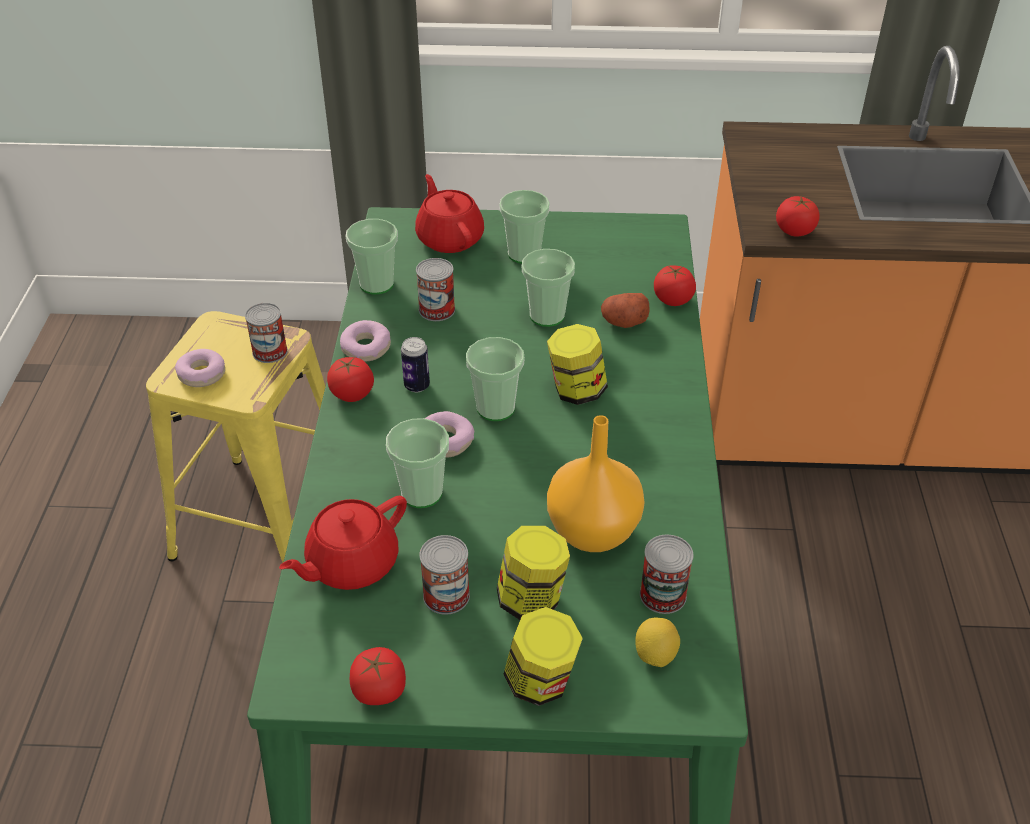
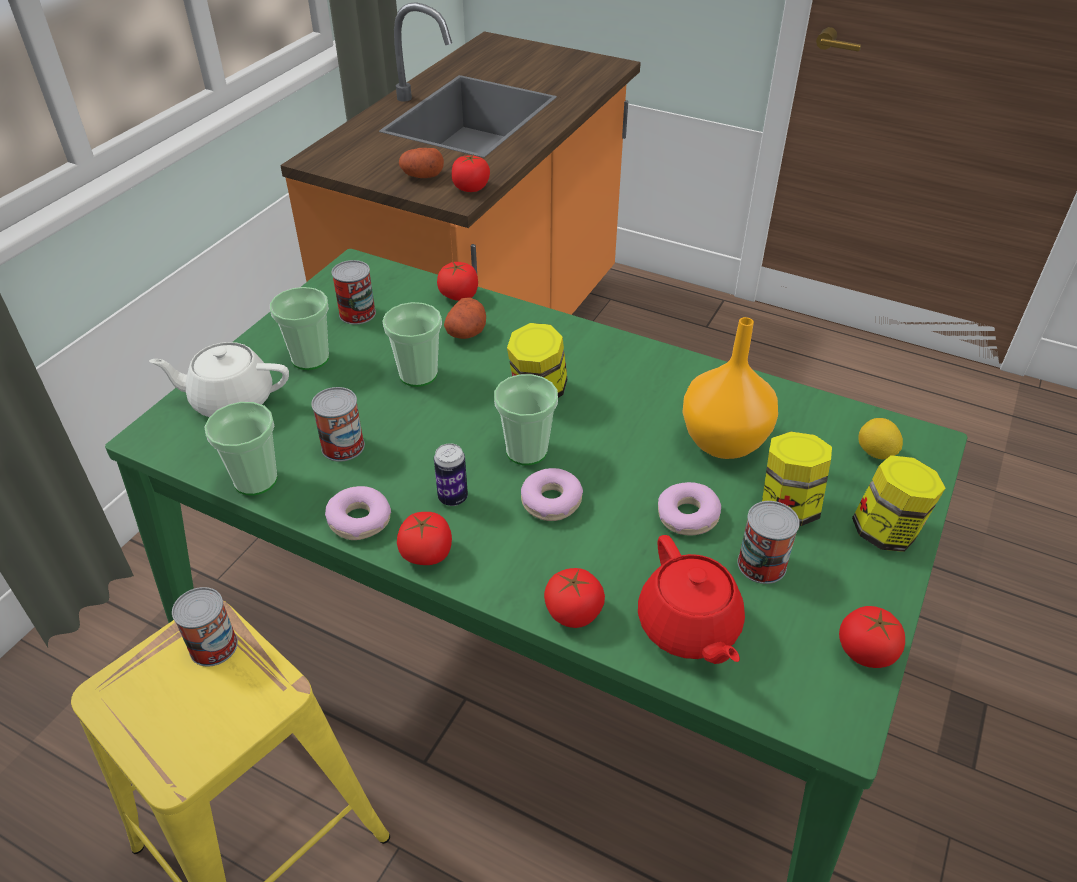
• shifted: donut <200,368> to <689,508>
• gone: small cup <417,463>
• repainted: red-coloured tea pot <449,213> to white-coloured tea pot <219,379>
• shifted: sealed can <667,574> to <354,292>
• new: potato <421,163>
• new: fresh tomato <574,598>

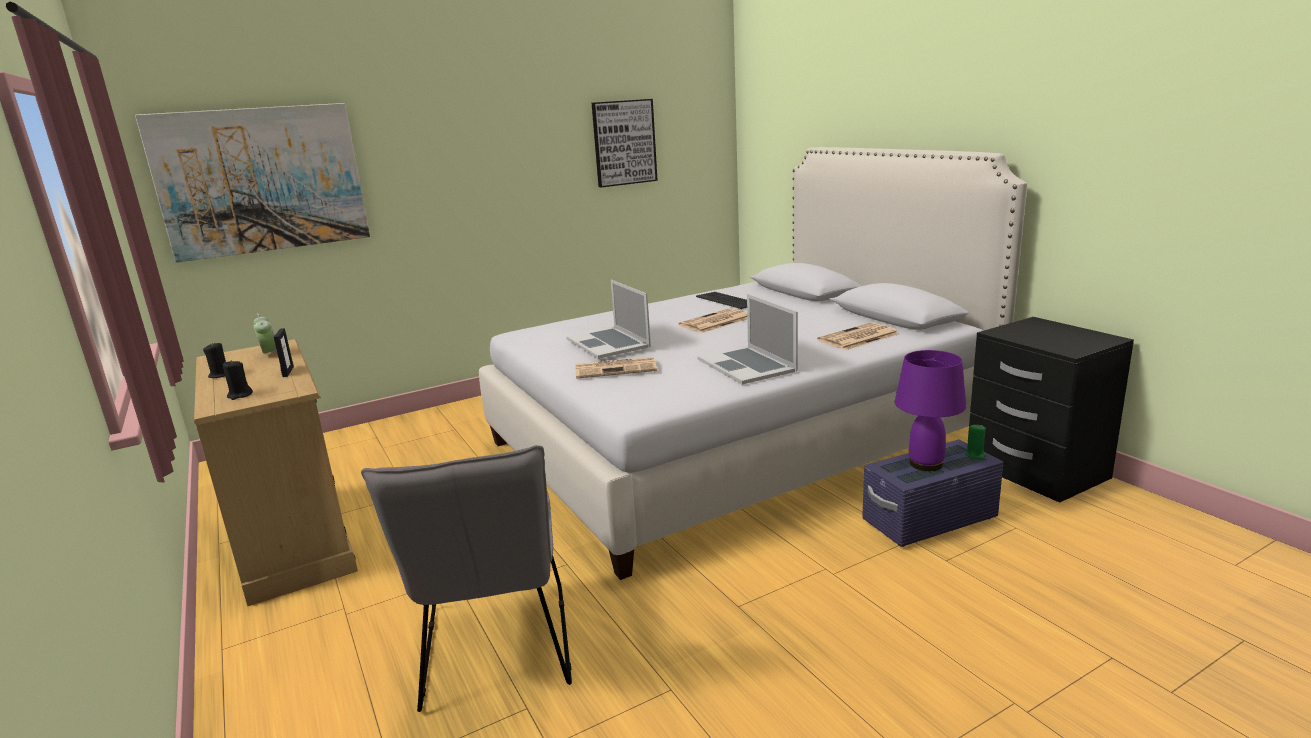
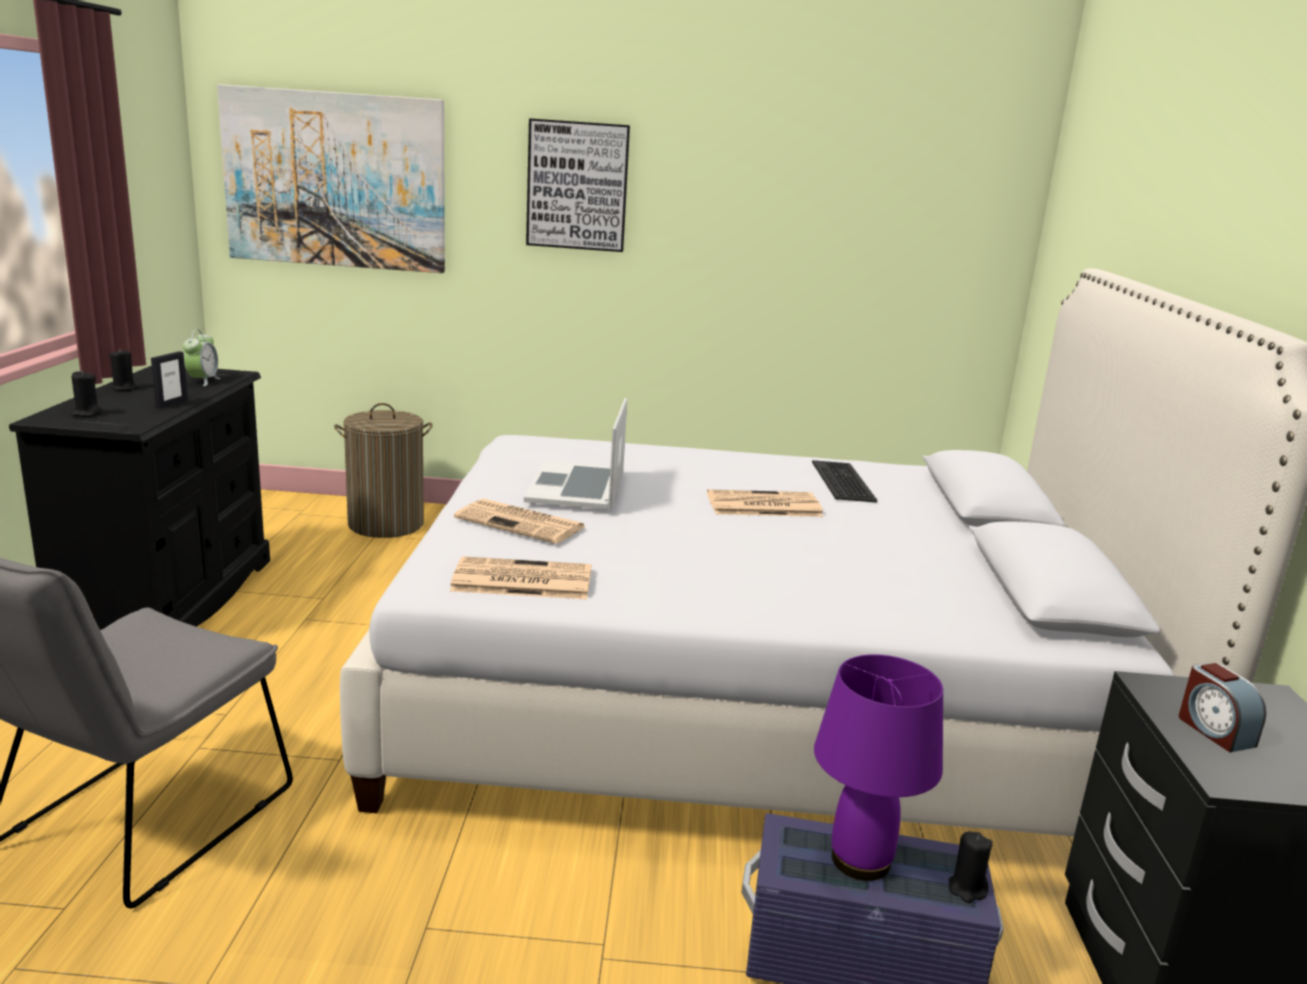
• repainted: sand-coloured dresser <276,472> to black-coloured dresser <139,498>
• shifted: wall picture <625,143> to <578,185>
• gone: laptop <748,339>
• shifted: daily paper <857,336> to <521,577>
• repainted: green candle <975,442> to black-coloured candle <971,867>
• new: hamper <383,470>
• new: table clock <1222,707>

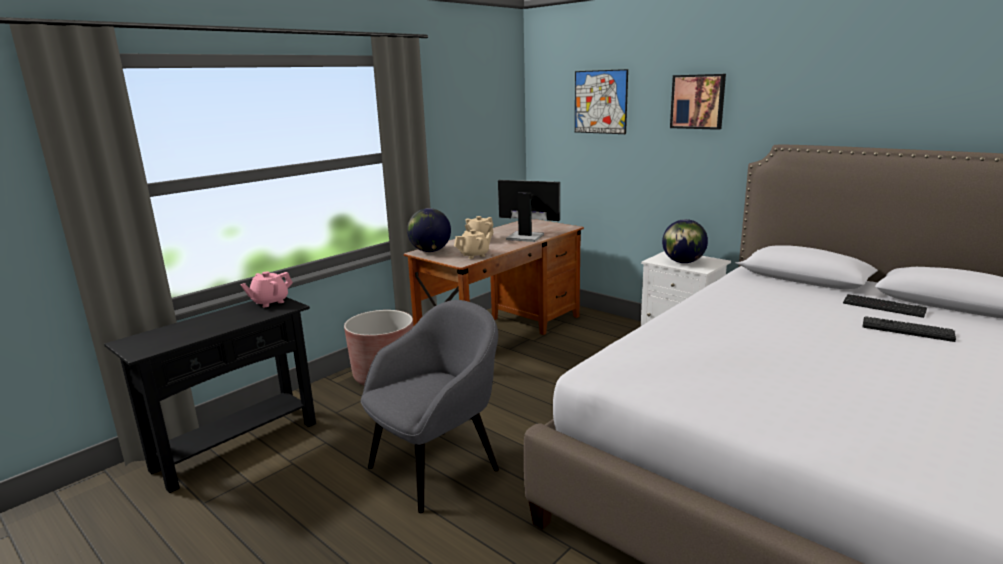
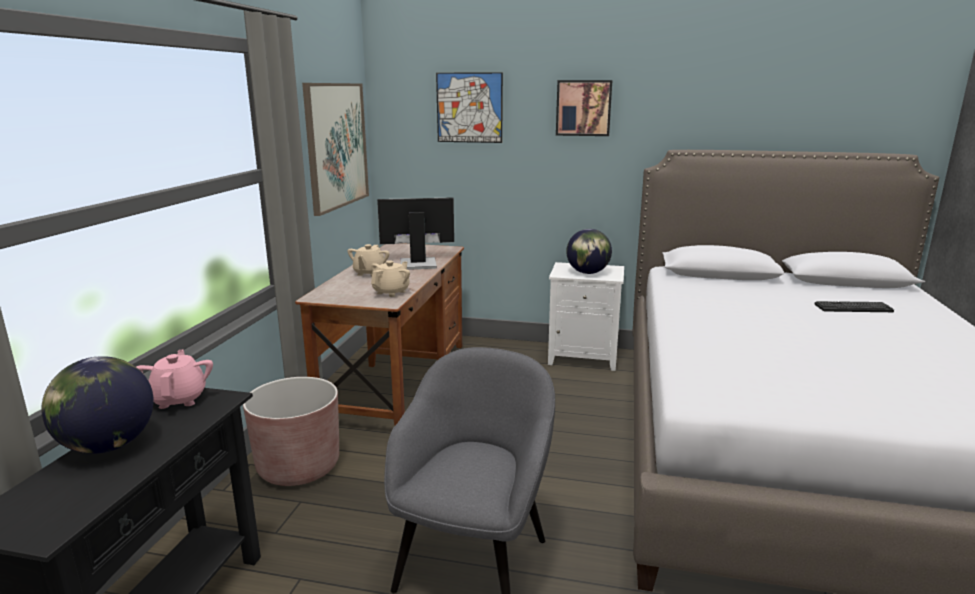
• rotated: pink tea pot <266,289> = <174,379> 150 degrees clockwise
• shifted: desk globe <429,230> to <97,405>
• gone: computer keyboard <885,306>
• new: wall picture <335,149>

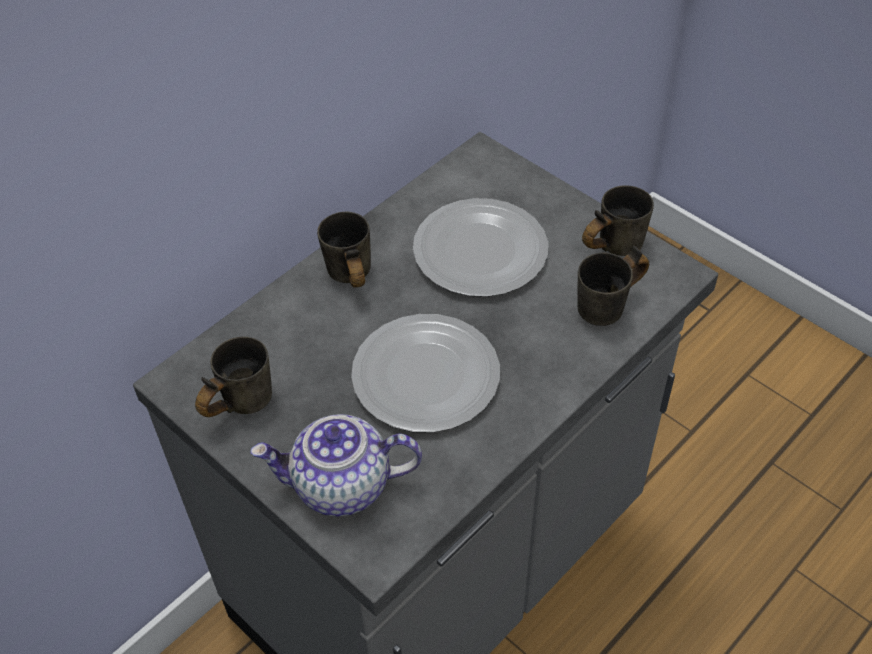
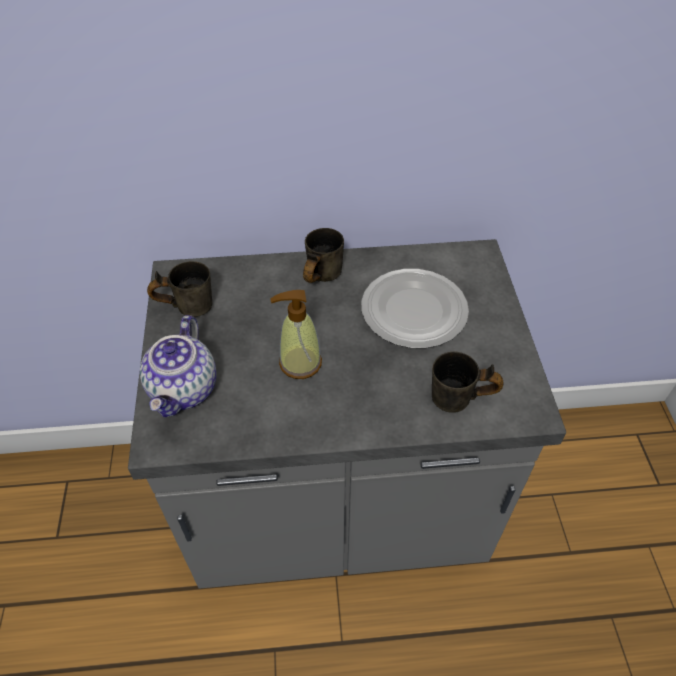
• rotated: tea pot <336,465> = <178,366> 120 degrees counterclockwise
• swapped: plate <425,373> to soap dispenser <296,334>
• gone: greyish mug <618,221>

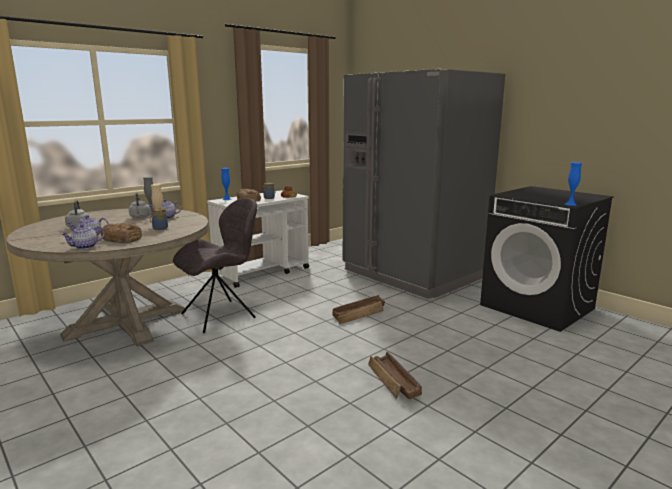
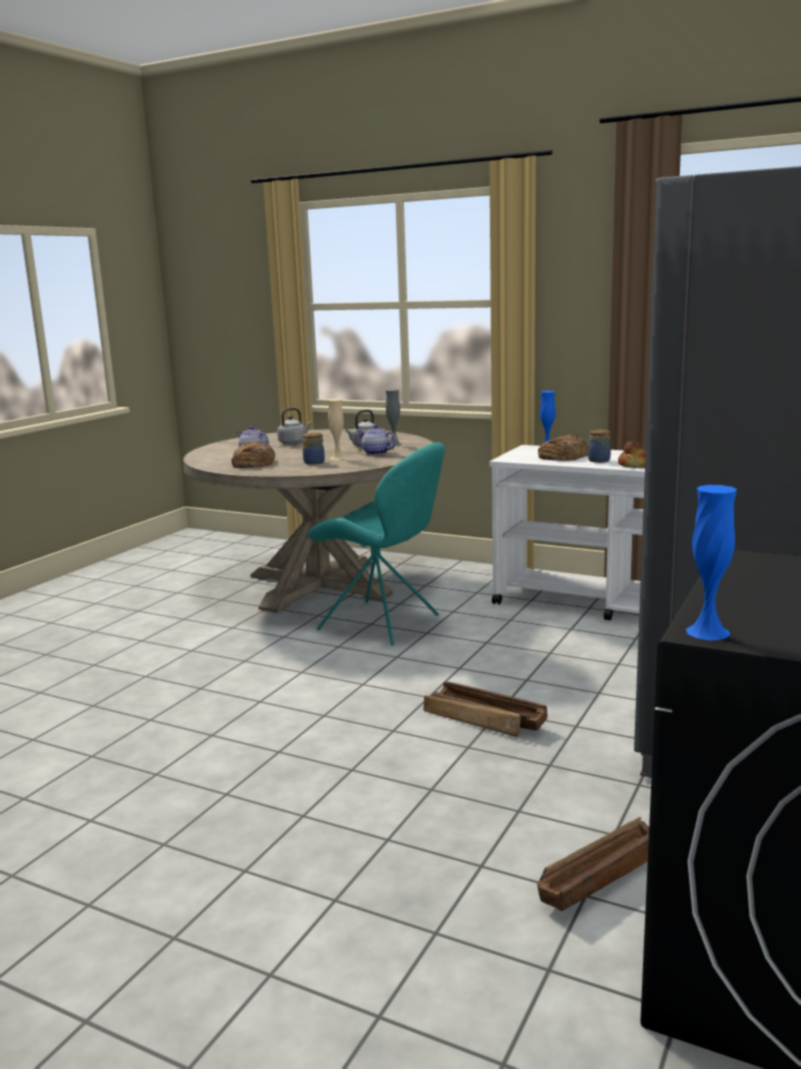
• gone: tea pot <83,236>
• repainted: greyish chair <215,265> to blue-green chair <376,544>
• shifted: packing crate <395,375> to <593,864>

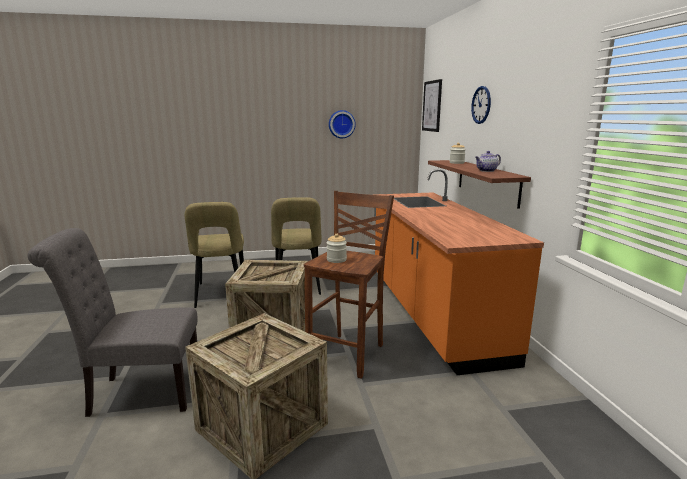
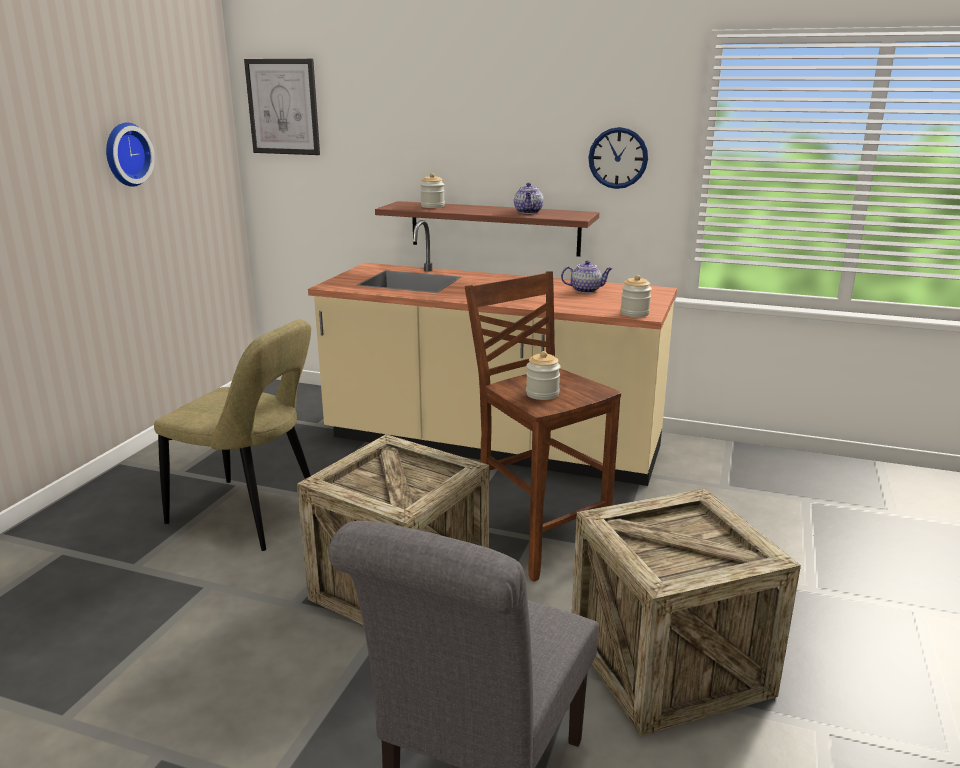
• gone: sand-coloured chair <214,255>
• repainted: orange counter <459,272> to sand-coloured counter <492,353>
• shifted: clock on the wall <481,105> to <618,158>
• new: tea pot <586,277>
• new: jar <636,296>

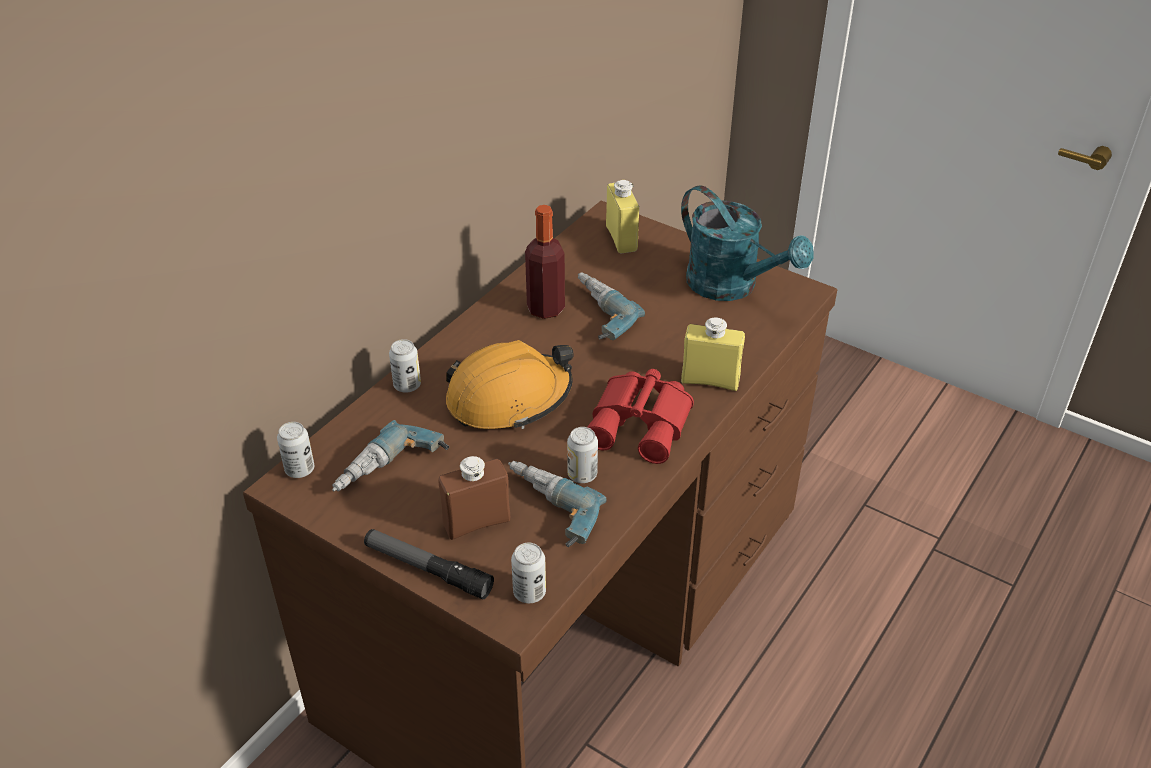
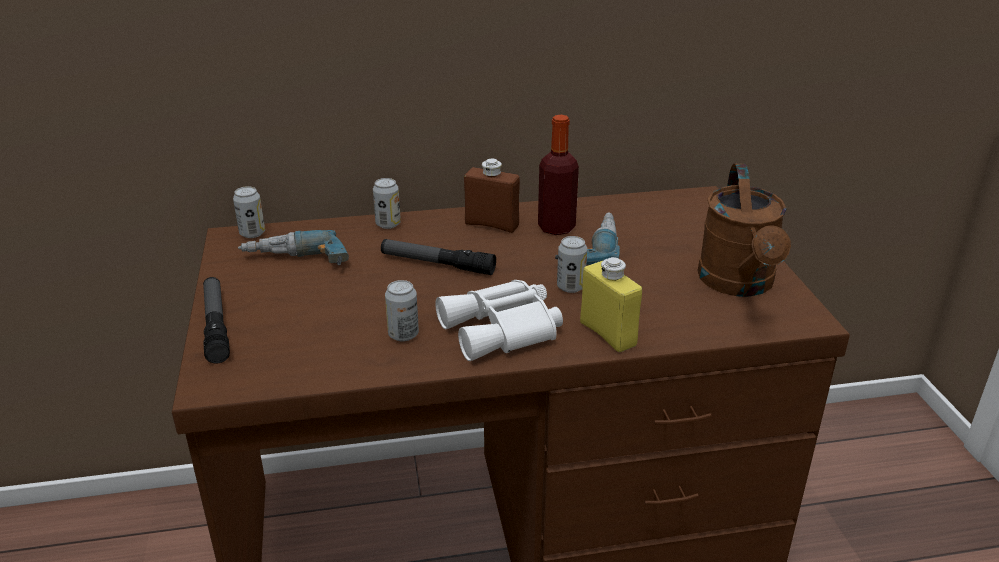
• shifted: brown-coloured beverage bottle <474,498> to <492,196>
• swapped: orange hard hat <510,384> to flashlight <438,257>
• gone: drill <557,504>
• shifted: sealed can <528,573> to <572,264>
• repainted: red-coloured pair of binoculars <640,416> to white-coloured pair of binoculars <499,320>
• gone: yellowish beverage bottle <622,216>
• repainted: blue-green watering can <747,243> to brown-coloured watering can <744,230>

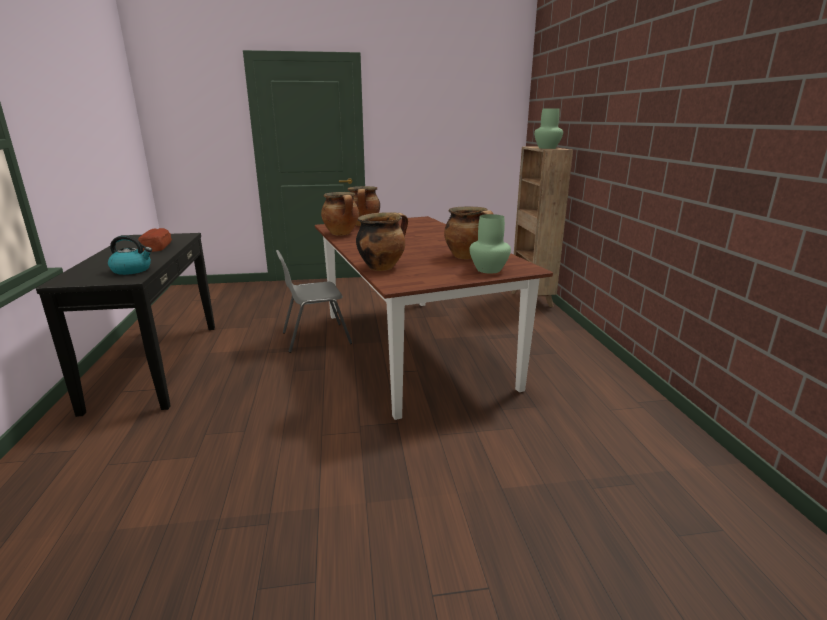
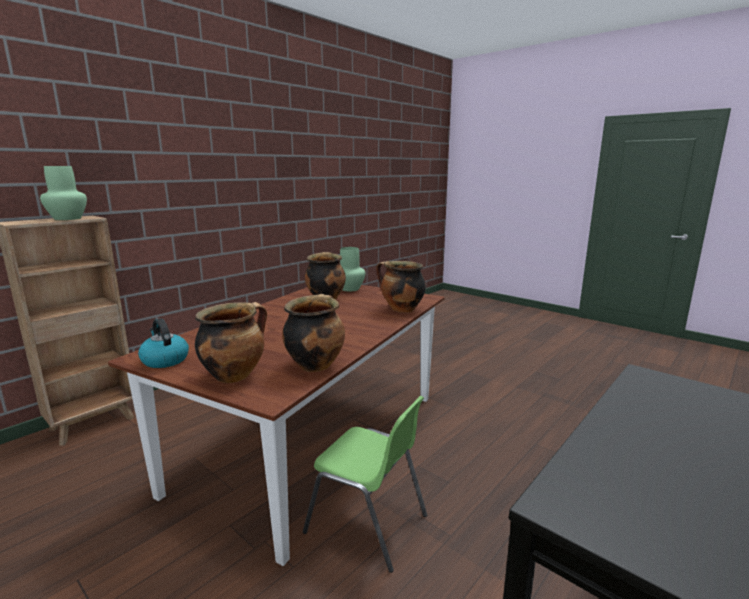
• shifted: tea kettle <130,255> to <163,343>
• gone: bread <155,240>
• repainted: greyish chair <314,301> to green chair <365,484>

